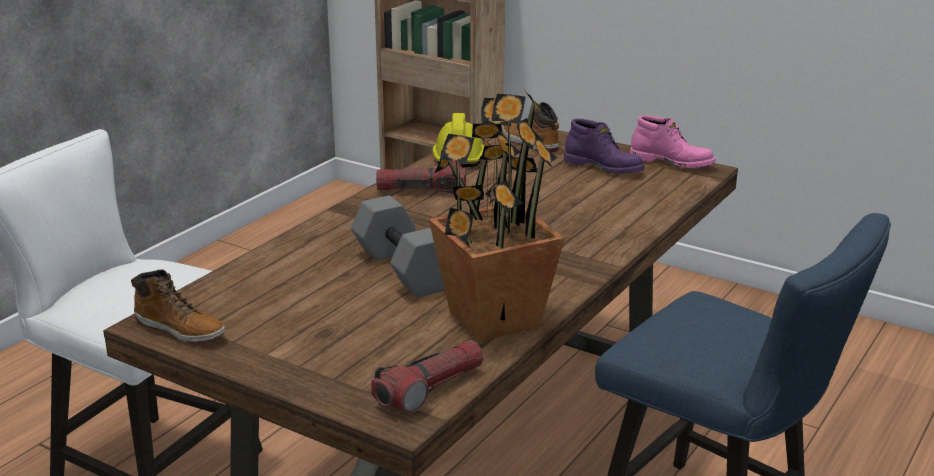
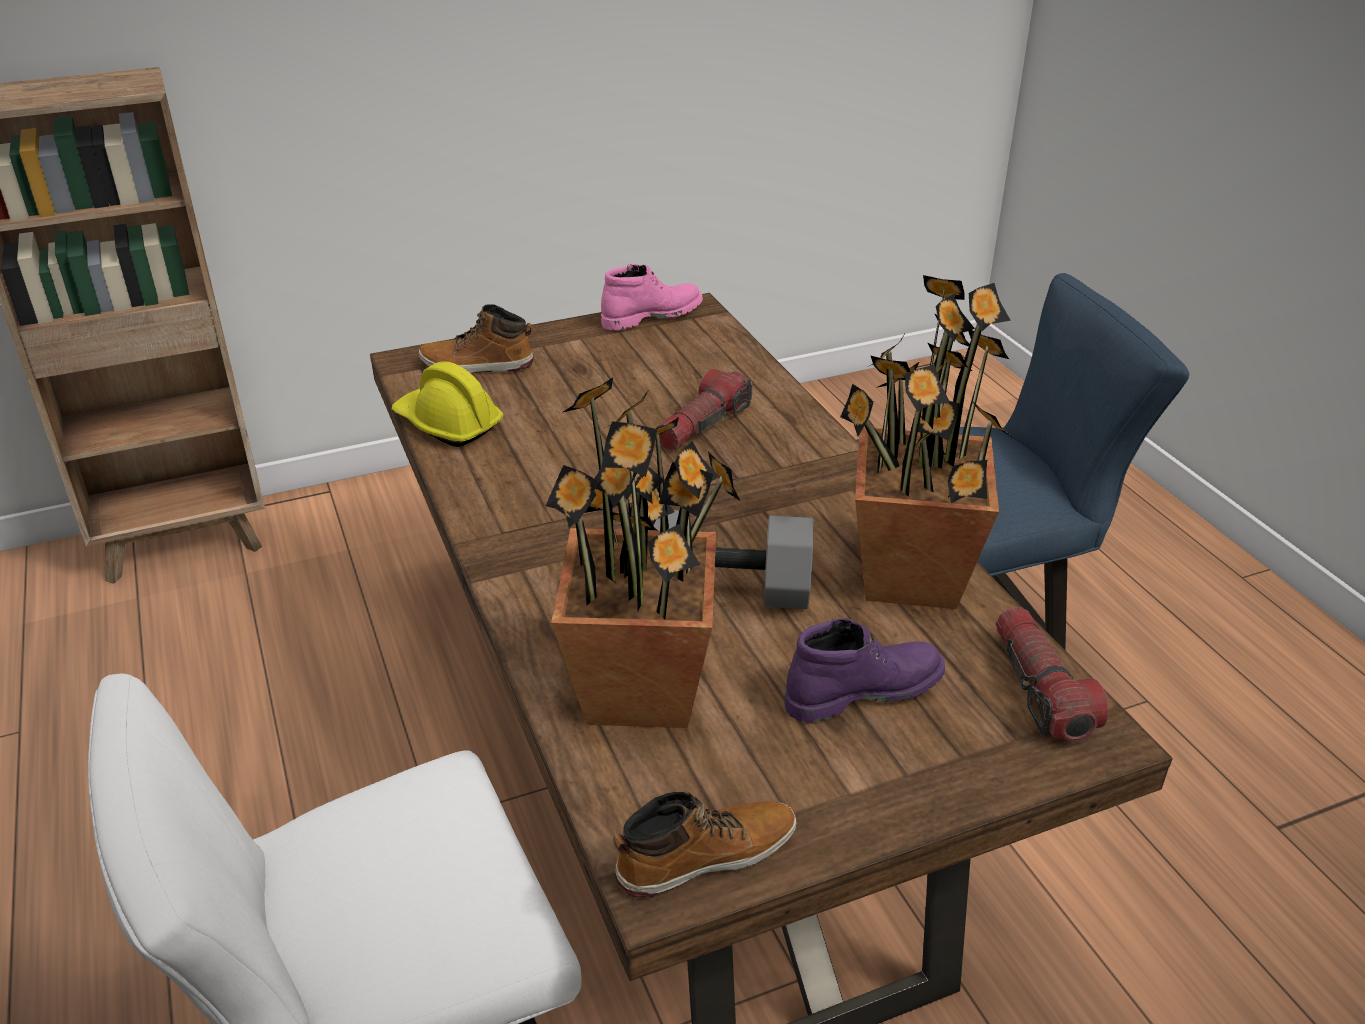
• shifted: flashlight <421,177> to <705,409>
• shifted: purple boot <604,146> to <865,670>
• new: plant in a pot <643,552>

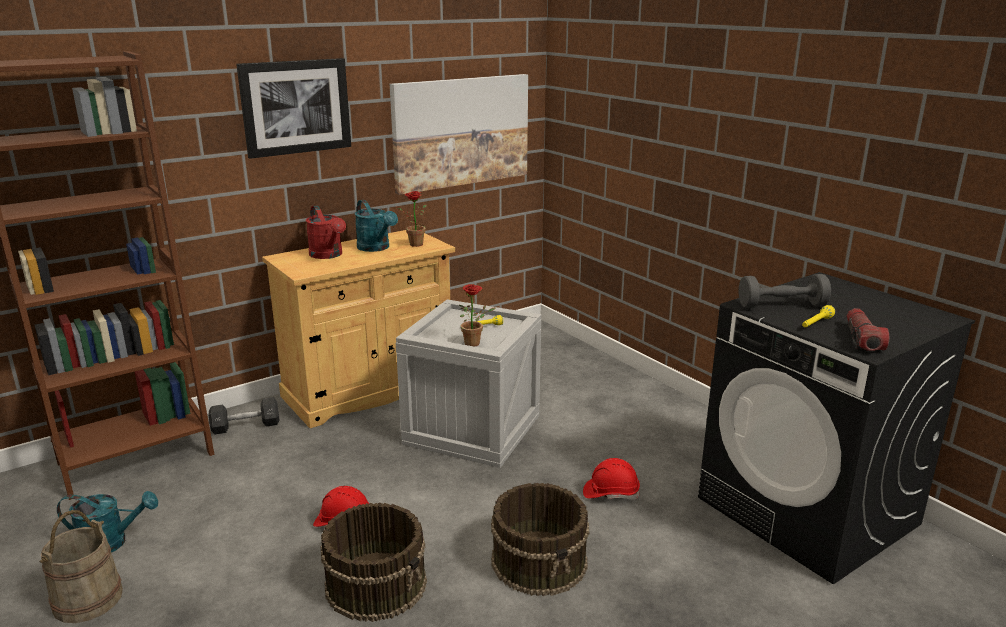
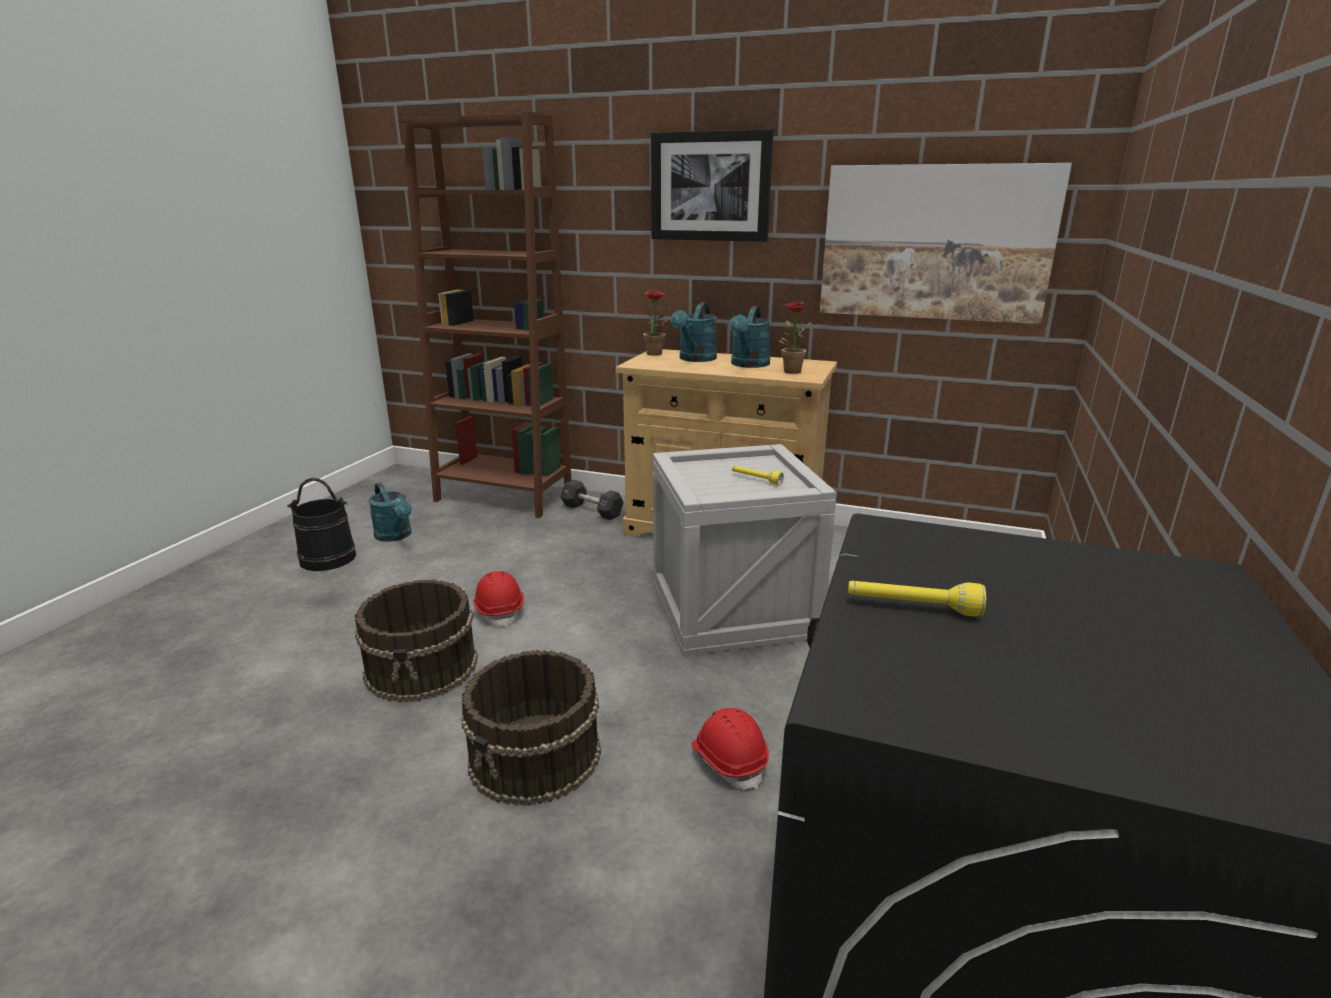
• repainted: sand-coloured bucket <81,566> to black-coloured bucket <321,524>
• repainted: red-coloured watering can <326,232> to blue-green watering can <694,332>
• shifted: plant in a pot <477,315> to <653,323>
• gone: greyish hand weight <784,291>
• gone: flashlight <868,329>

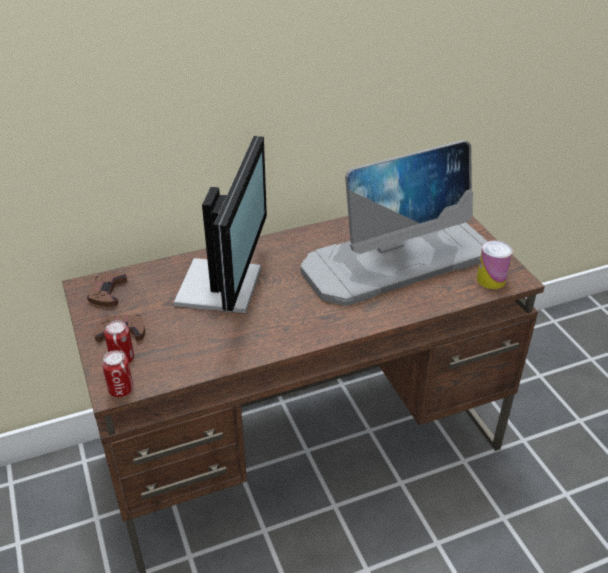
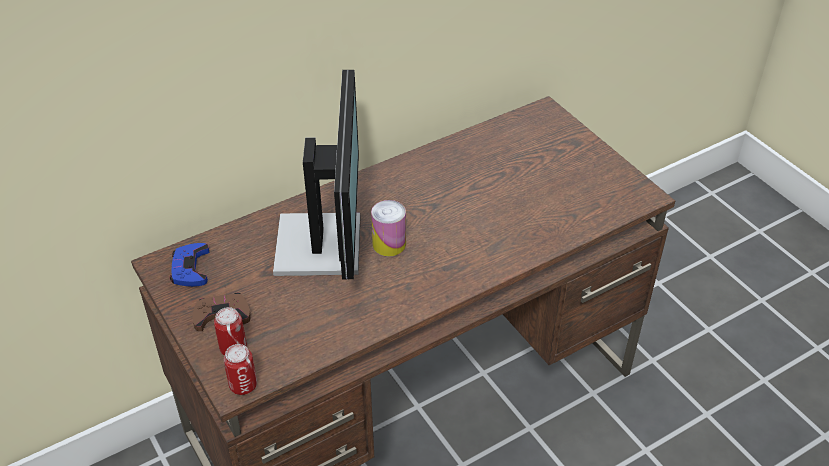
• repainted: brown-coloured gamepad <107,290> to bluish gamepad <190,265>
• gone: monitor <394,223>
• shifted: sealed can <495,264> to <388,228>

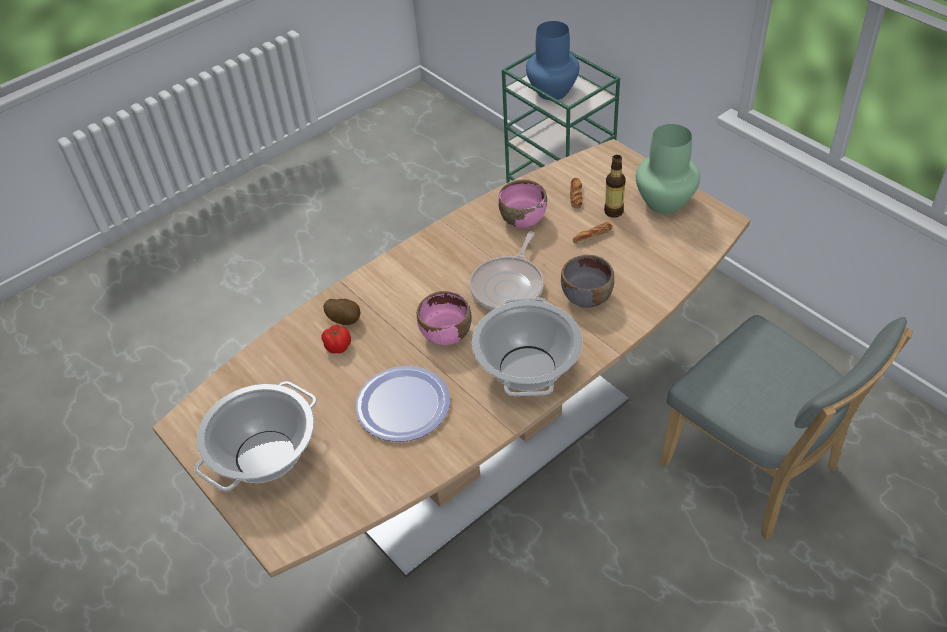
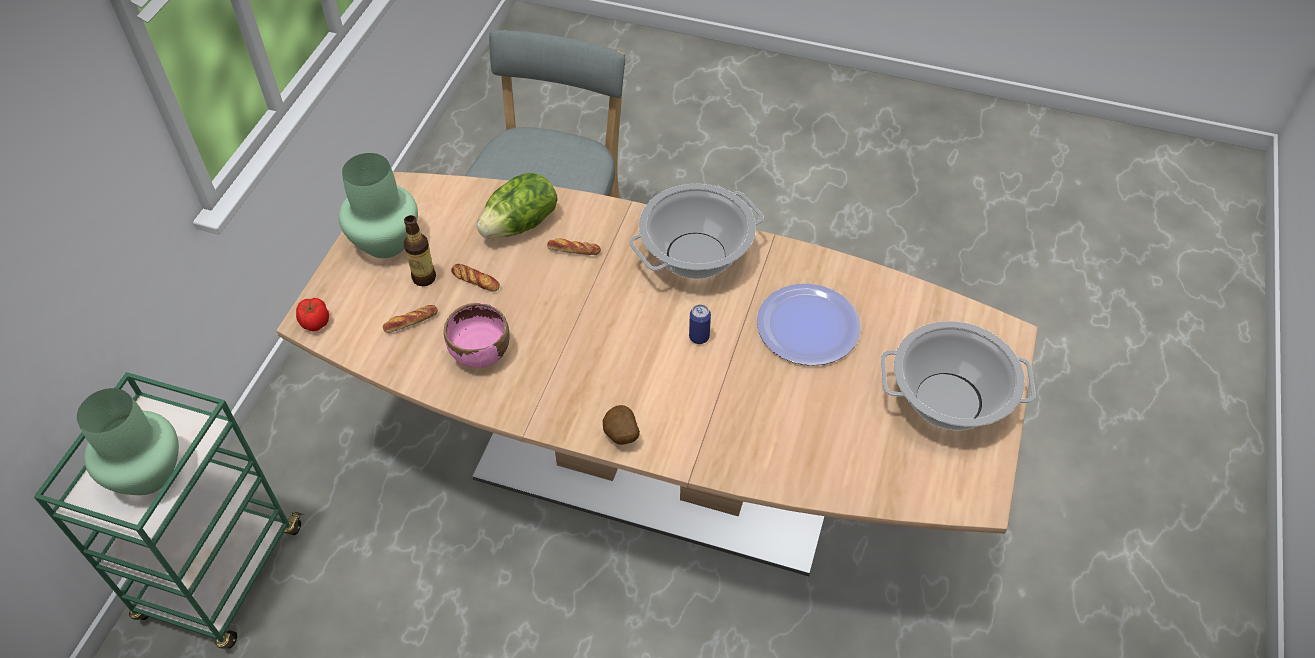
• shifted: fresh tomato <336,339> to <312,314>
• shifted: potato <342,312> to <621,425>
• swapped: pink serving bowl <444,318> to sealed can <700,324>
• gone: pan <506,270>
• repainted: bluish decorative vase <553,60> to green decorative vase <128,441>
• swapped: greyish serving bowl <587,281> to bread <574,246>
• new: lettuce <517,205>

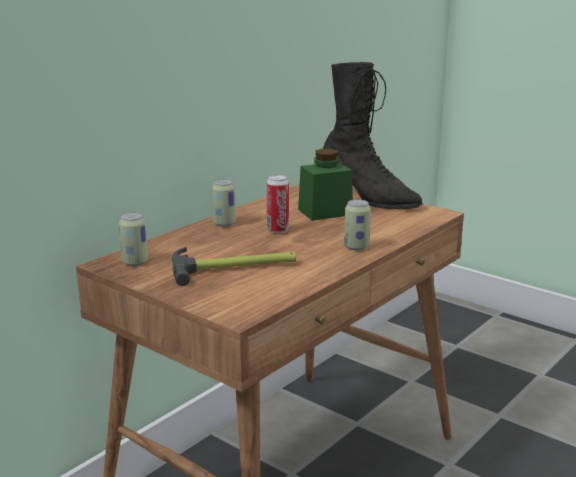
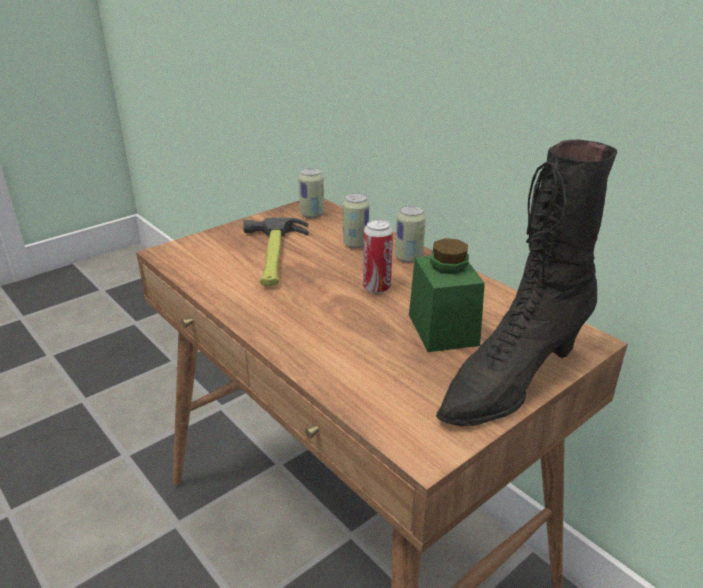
• shifted: sealed can <357,224> to <356,220>

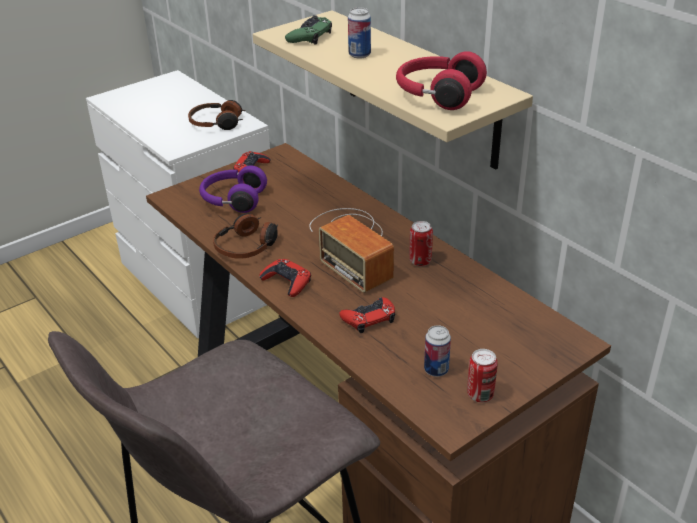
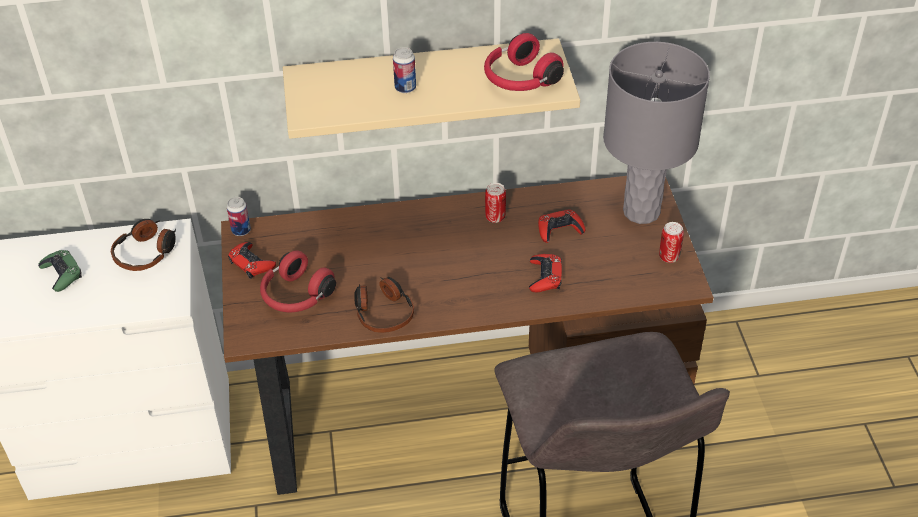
• repainted: purple headset <233,189> to red-coloured headset <298,281>
• shifted: red-coloured gamepad <285,278> to <561,226>
• shifted: green gamepad <308,30> to <60,271>
• gone: radio receiver <351,250>
• shifted: sealed can <437,351> to <239,216>
• new: greyish lamp for a table <656,133>

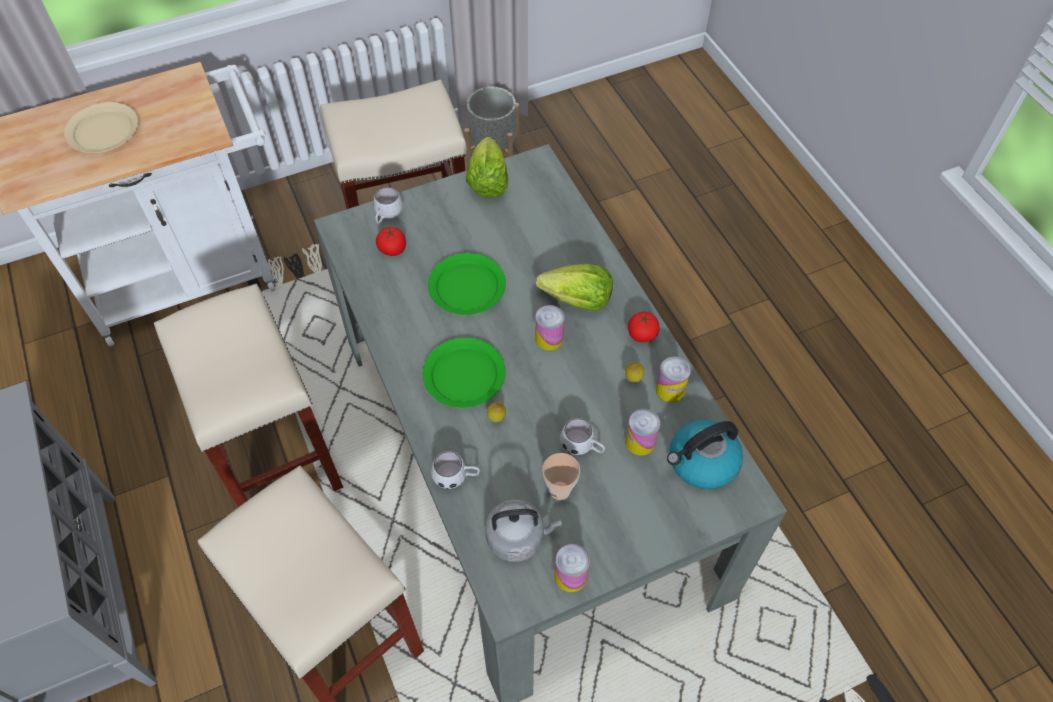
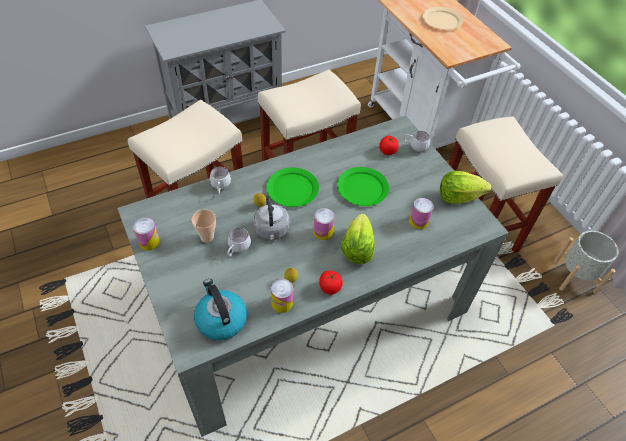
• shifted: greyish tea kettle <523,531> to <271,217>
• shifted: sealed can <642,432> to <421,213>

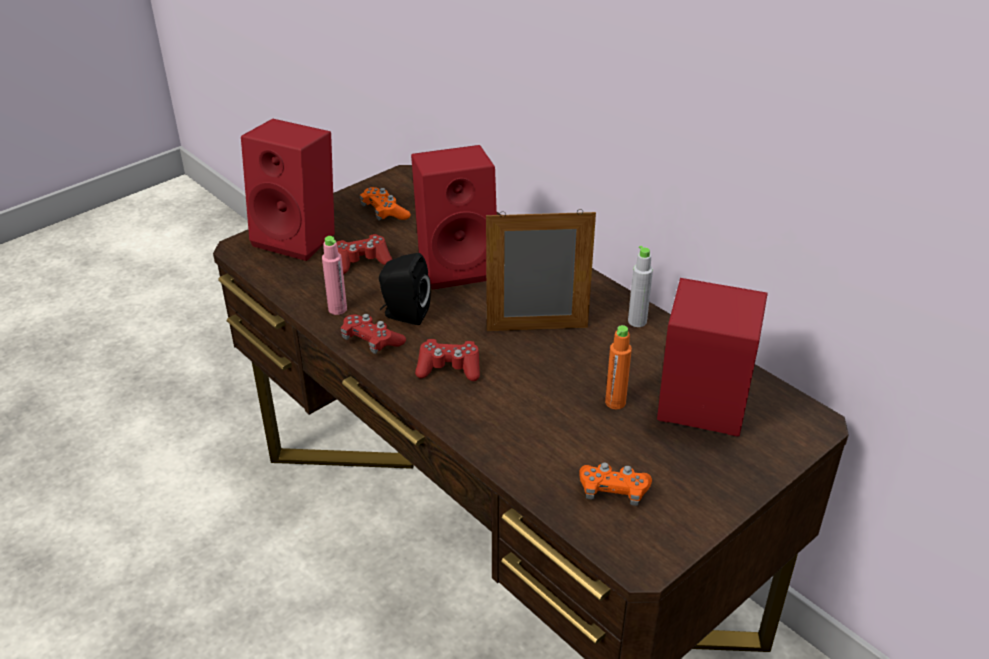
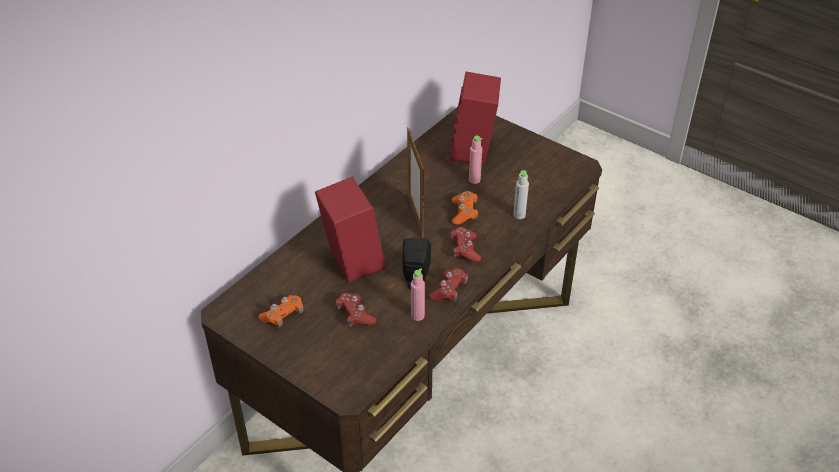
• gone: red-coloured speaker <288,190>
• shifted: orange gamepad <615,484> to <465,208>
• repainted: orange beverage bottle <618,367> to pink beverage bottle <475,160>
• shifted: greyish beverage bottle <640,286> to <521,194>

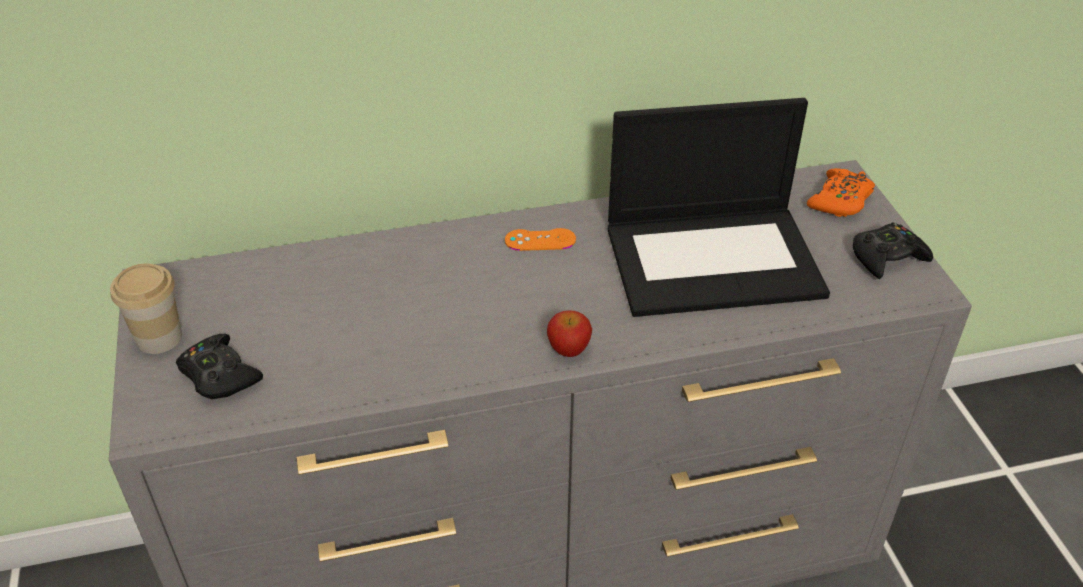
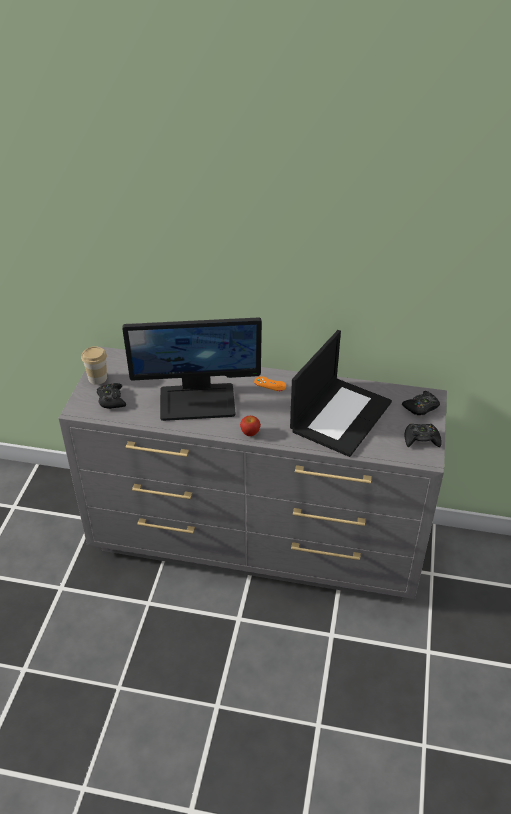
• rotated: laptop <719,207> = <341,393> 75 degrees counterclockwise
• repainted: orange gamepad <841,192> to black-coloured gamepad <421,403>
• new: monitor <192,369>

